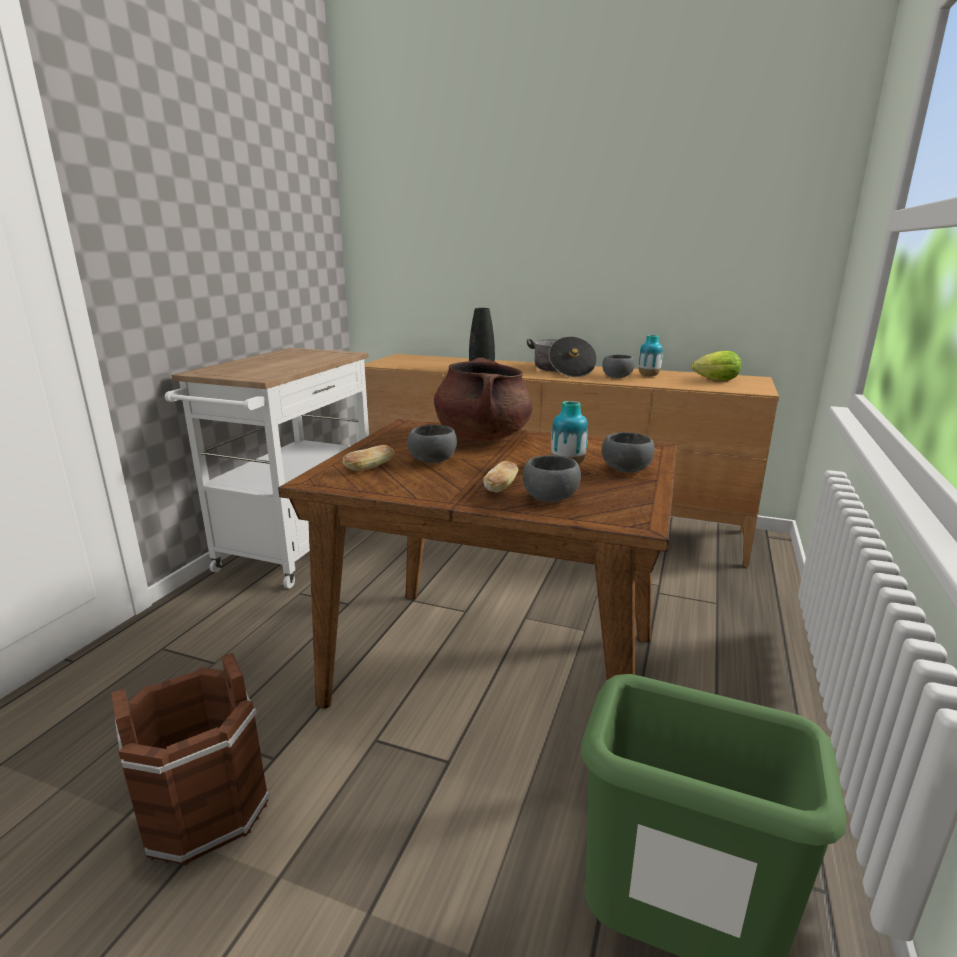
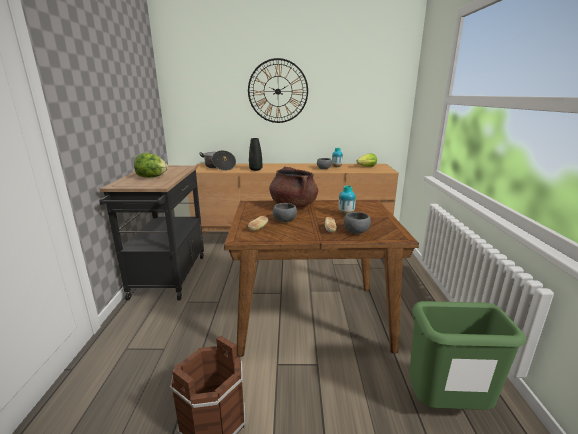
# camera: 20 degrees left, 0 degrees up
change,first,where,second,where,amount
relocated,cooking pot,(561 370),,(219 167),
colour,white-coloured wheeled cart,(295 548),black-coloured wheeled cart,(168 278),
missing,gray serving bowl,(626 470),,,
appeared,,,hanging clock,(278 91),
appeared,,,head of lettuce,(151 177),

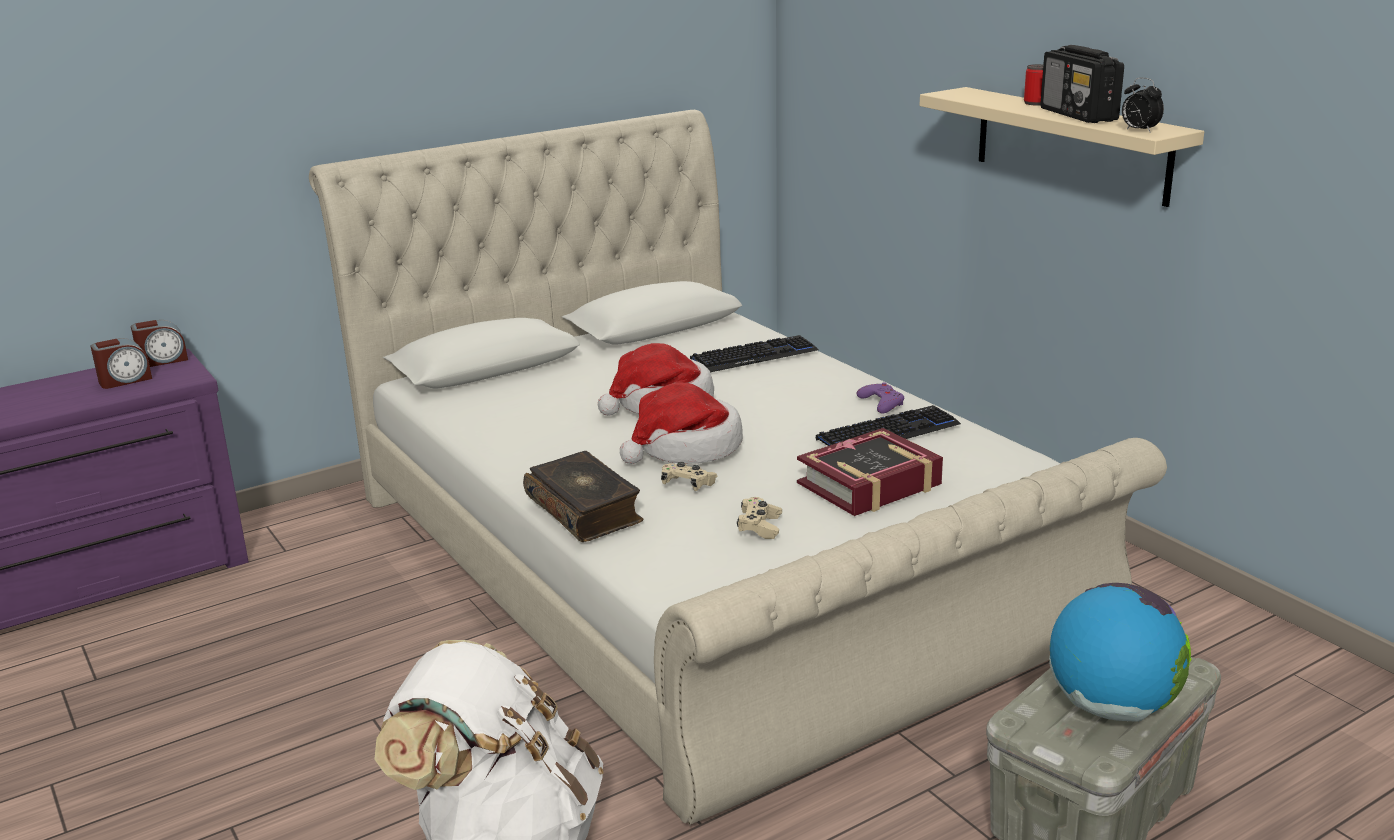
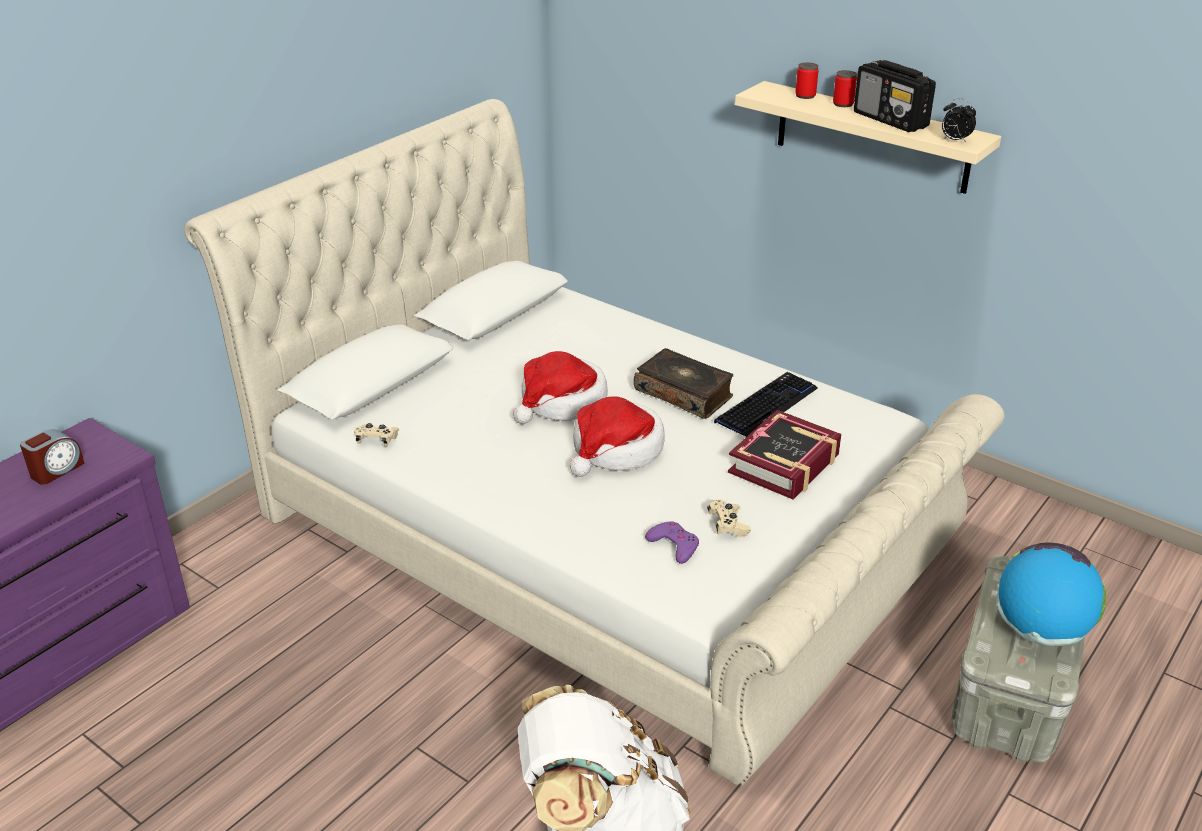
# camera: 20 degrees left, 10 degrees up
change,first,where,second,where,amount
missing,bedside clock,(163 360),,,
missing,PC keyboard,(754 356),,,
relocated,purple-coloured joypad,(881 403),,(674 545),
relocated,bound book,(585 510),,(684 393),
relocated,sand-coloured joypad,(688 485),,(376 440),
appeared,,,sealed can,(805 95),

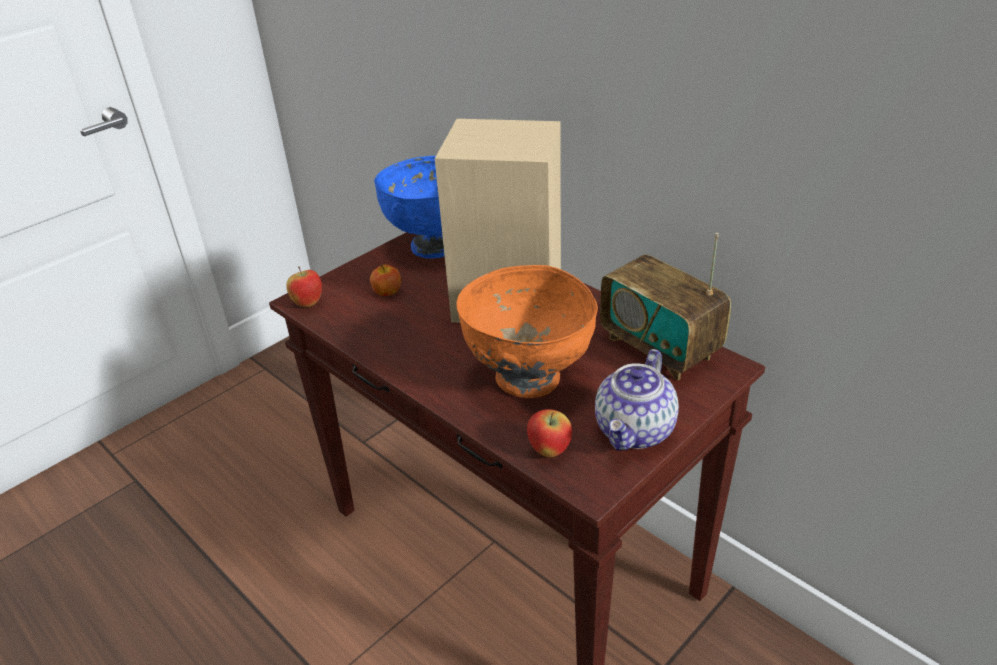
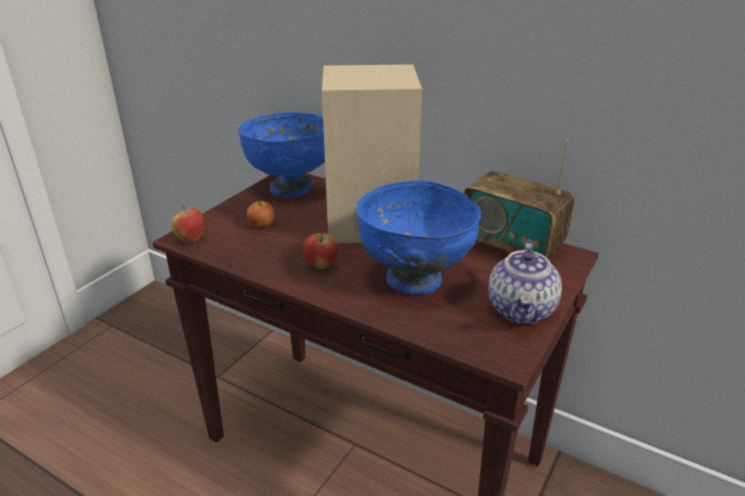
# camera: 15 degrees left, 5 degrees down
change,first,where,second,where,amount
colour,orangey serving bowl,(528 379),blue-coloured serving bowl,(414 280),
relocated,apple,(549 450),,(321 266),

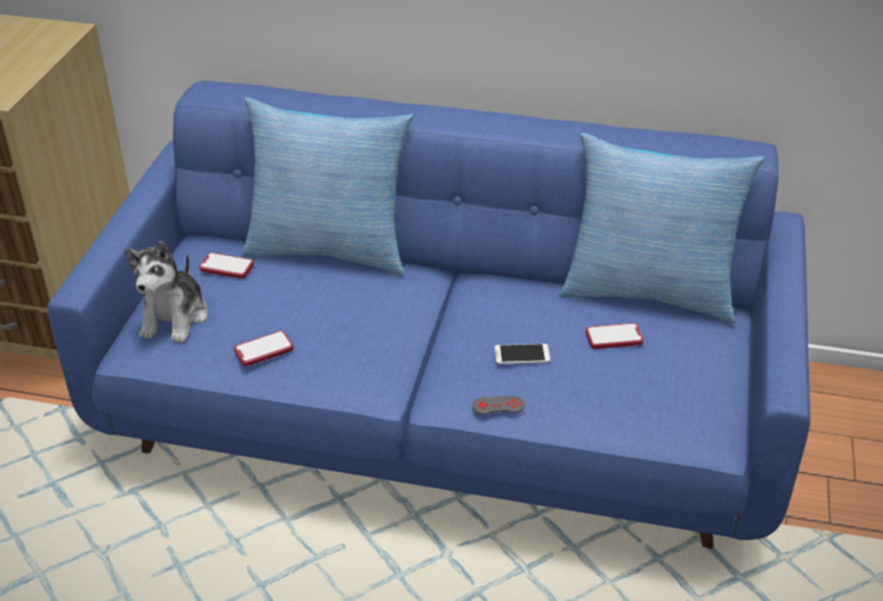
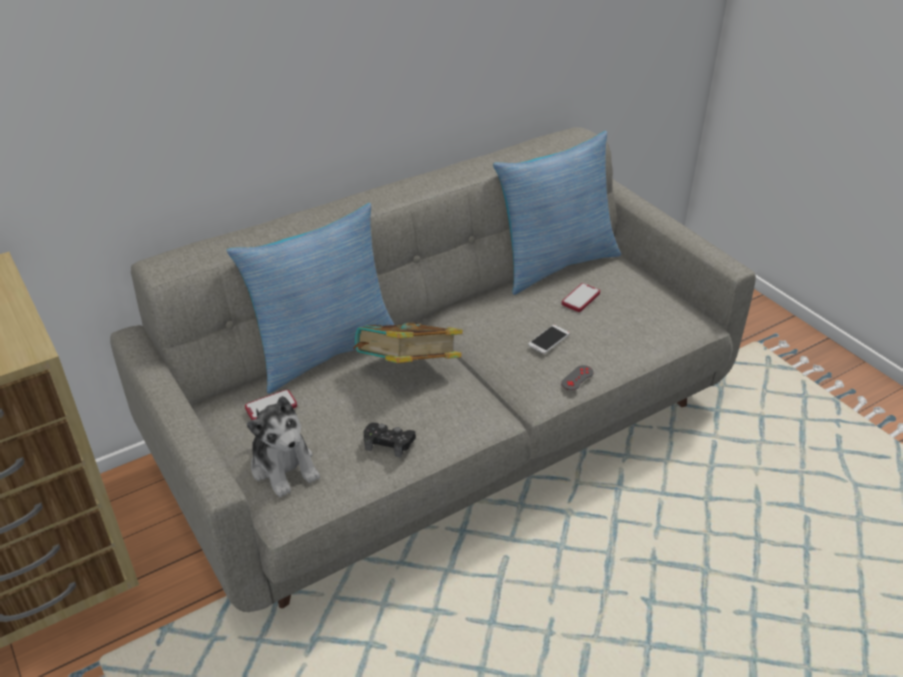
# camera: 45 degrees left, 0 degrees up
change,first,where,second,where,amount
colour,blue-coloured settee,(442 413),gray settee,(450 433),
exchanged,phone,(264 350),black-coloured joypad,(389 443),
appeared,,,bound book,(408 370),

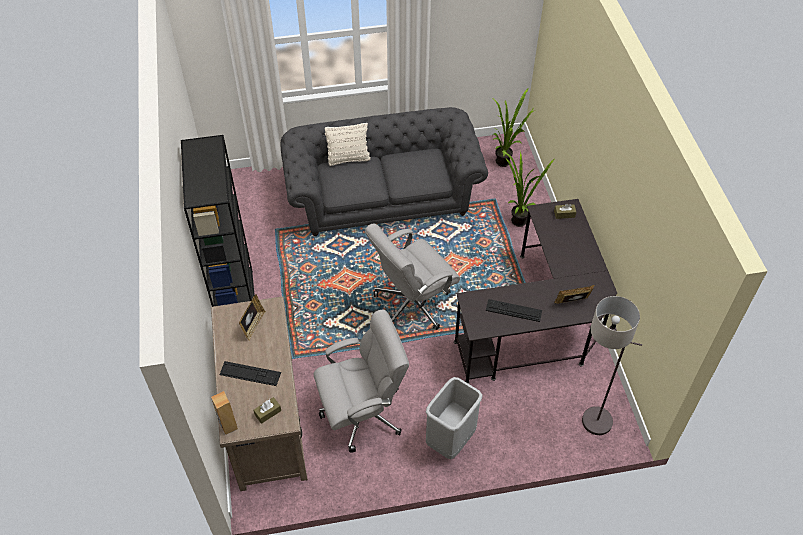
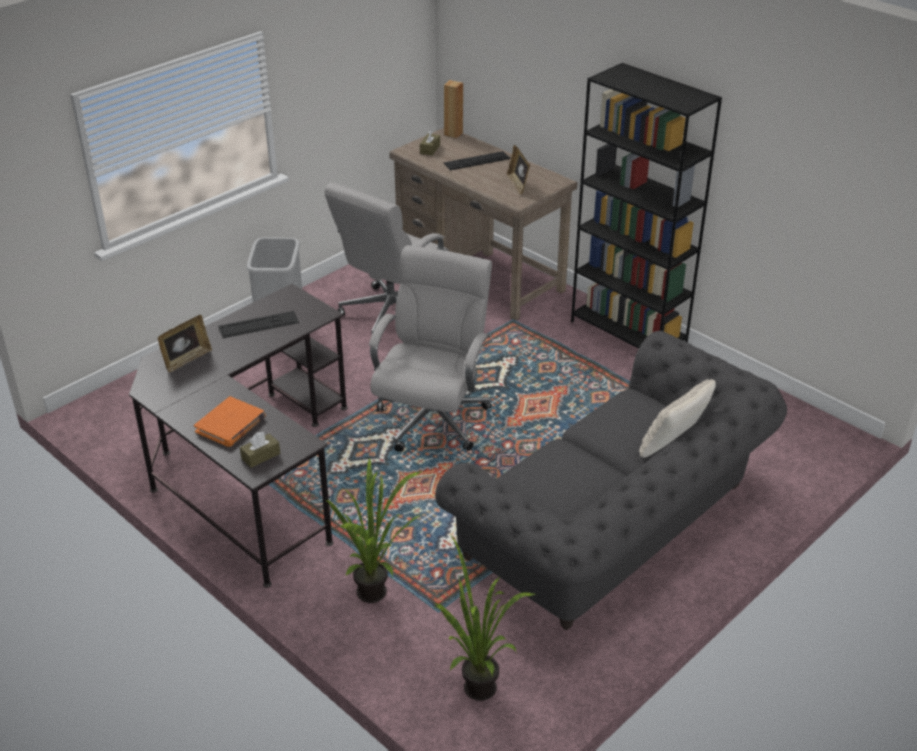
# camera: 145 degrees right, 15 degrees down
change,first,where,second,where,amount
missing,gray floor lamp,(587 419),,,
appeared,,,orangey bound book,(230 425),

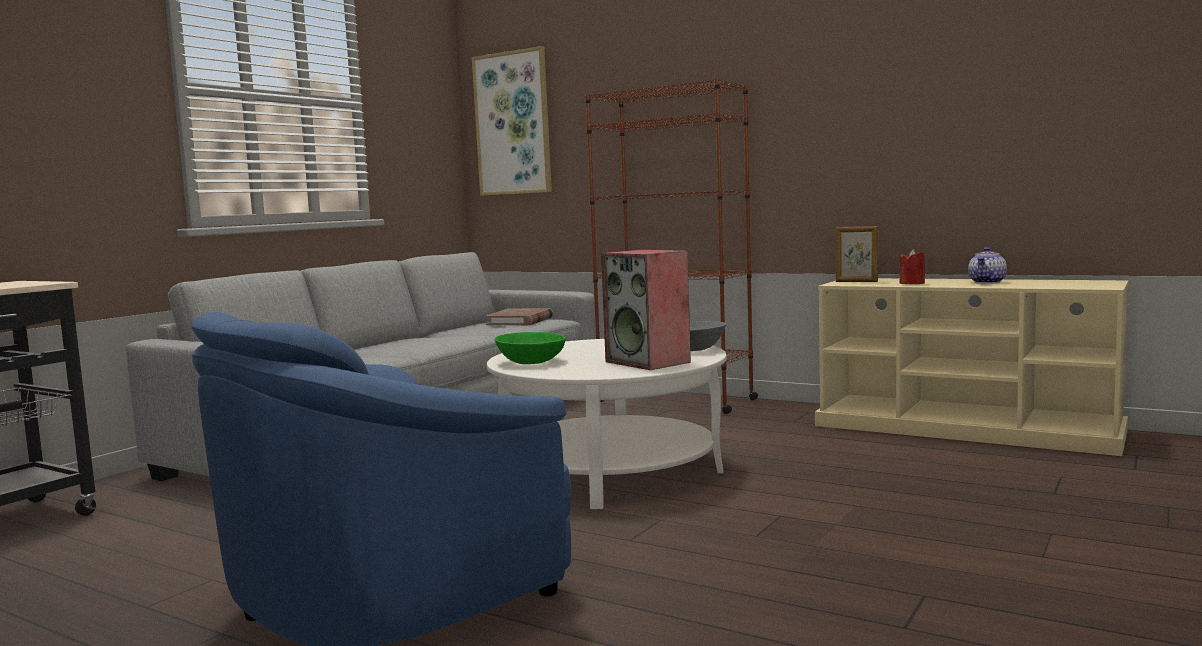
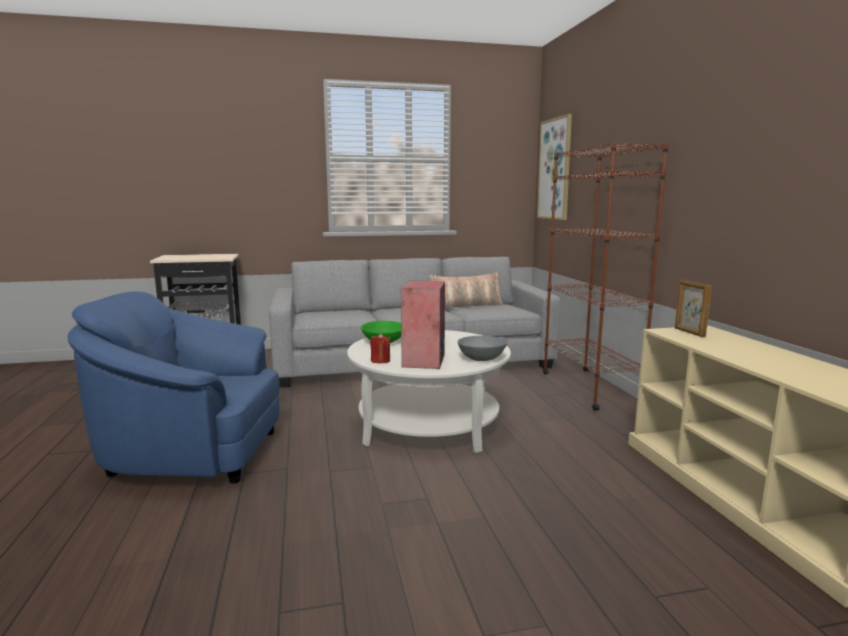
# camera: 45 degrees right, 5 degrees up
change,first,where,second,where,amount
missing,teapot,(988 282),,,
relocated,red wax candle,(912 283),,(380 360),
missing,brown-coloured bound book,(520 321),,,
appeared,,,pillow,(465 306),

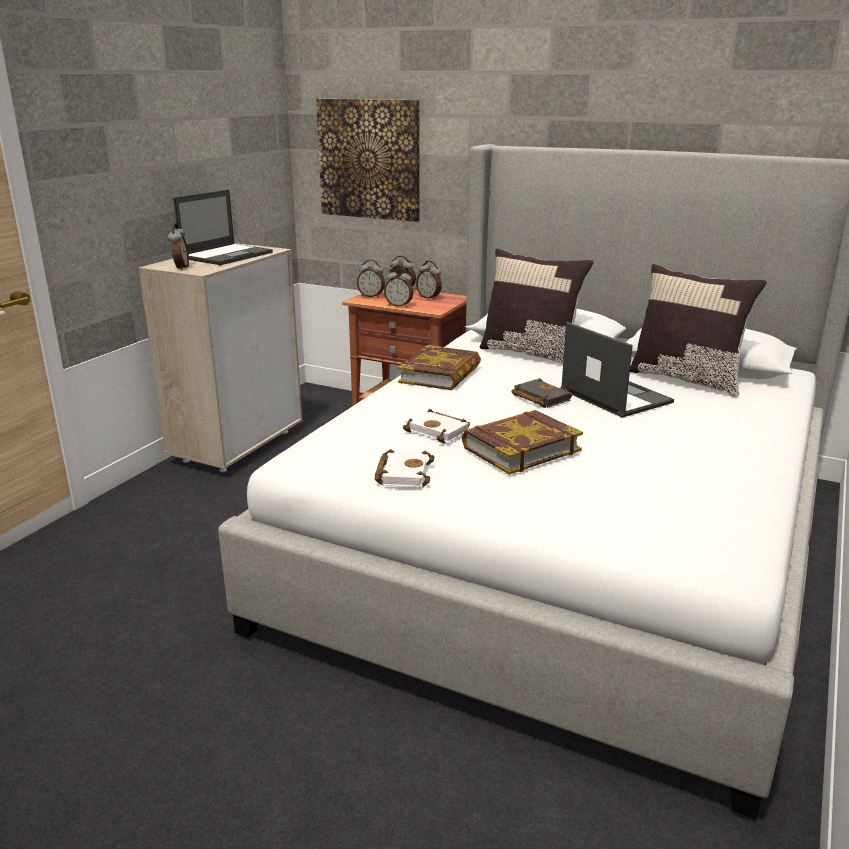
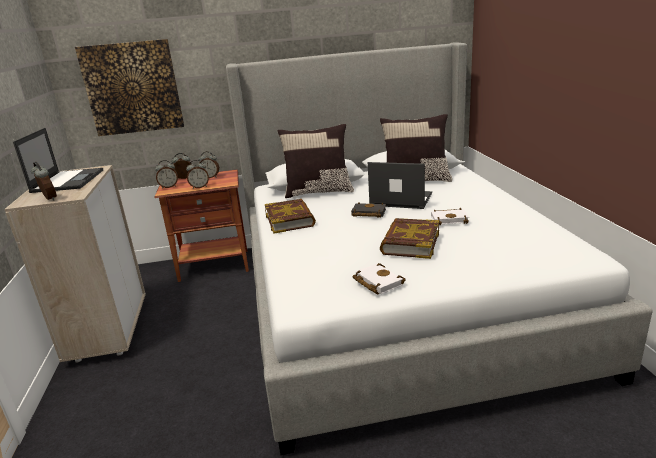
# camera: 35 degrees left, 0 degrees up
change,first,where,second,where,amount
relocated,white-coloured bound book,(439 431),,(450 219),

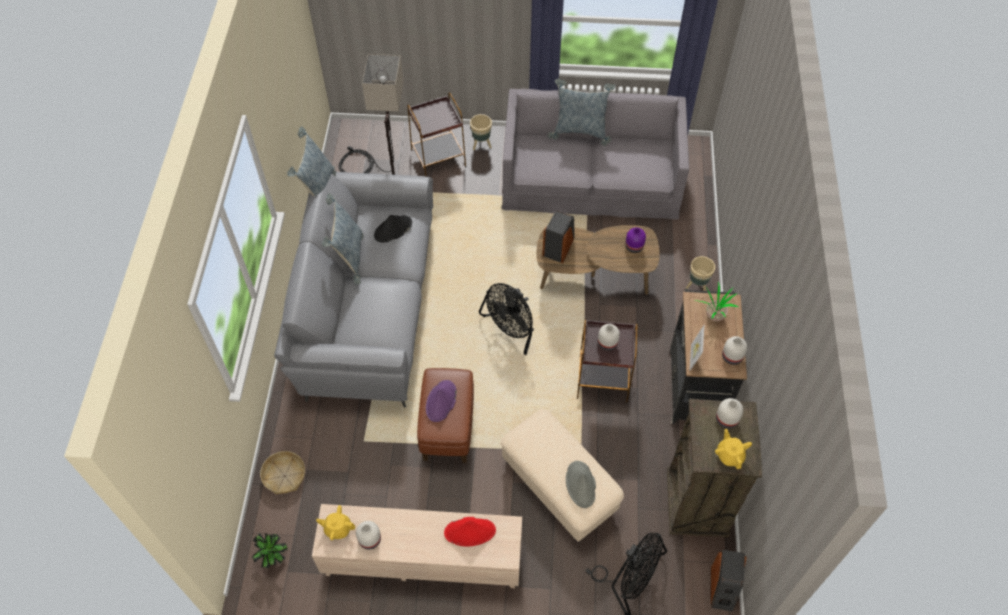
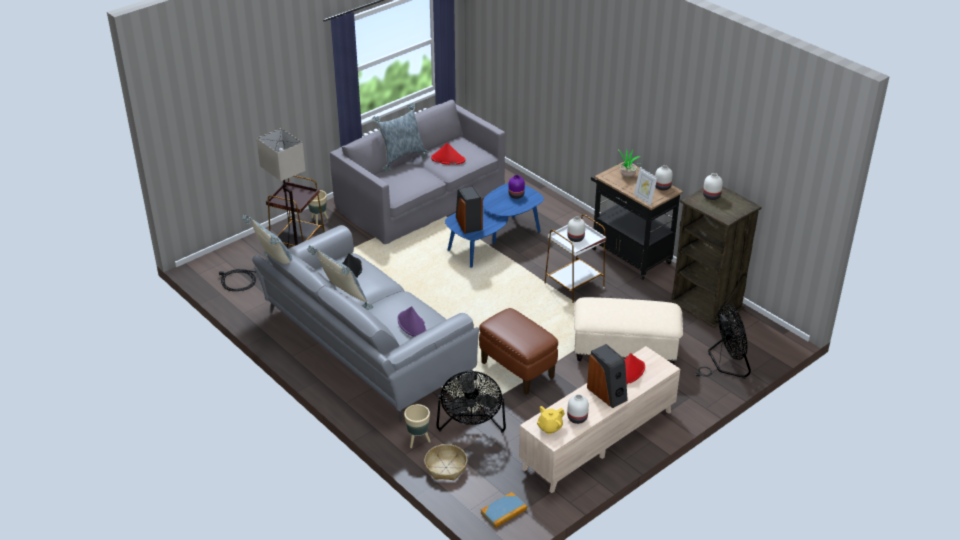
# camera: 45 degrees left, 20 degrees down
change,first,where,second,where,amount
colour,brown-coloured low table,(594 274),blue-coloured low table,(494 241),
relocated,sand-coloured planter,(696 286),,(417 441),
relocated,black-coloured cooling fan,(512 326),,(469 422),
colour,brown-coloured side table,(603 380),white-coloured side table,(574 286),
relocated,purple-coloured wearable hat,(441 401),,(412 324),
missing,yellow teapot,(729 455),,,
missing,gray wearable hat,(581 485),,,
exchanged,houseplant,(273 558),bound book,(503 511),
relocated,speaker,(722 588),,(607 393),
appeared,,,red wearable hat,(448 159),

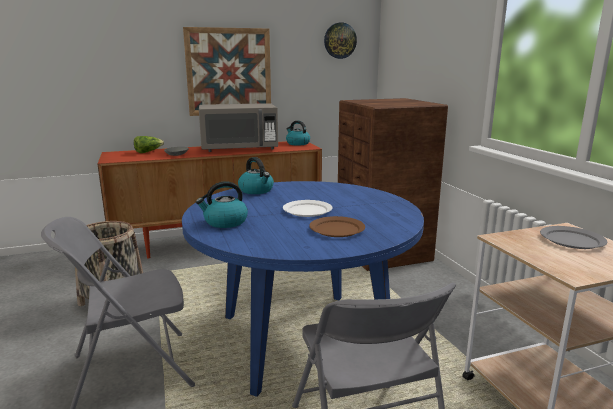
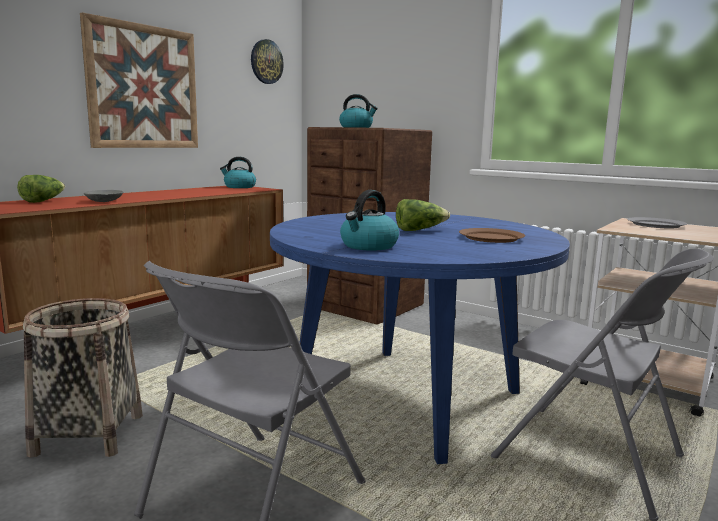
# camera: 35 degrees left, 5 degrees down
change,first,where,second,where,amount
missing,gray kitchen microwave,(239 149),,,
relocated,tea kettle,(256 190),,(356 127),
exchanged,white-coloured flat dish,(307 210),head of lettuce,(419 230),

